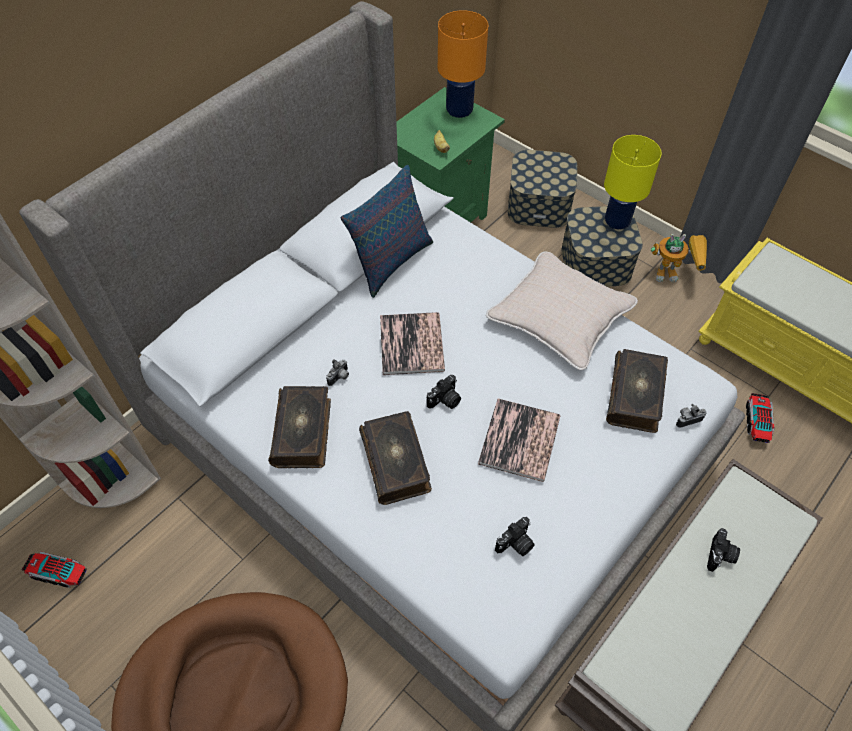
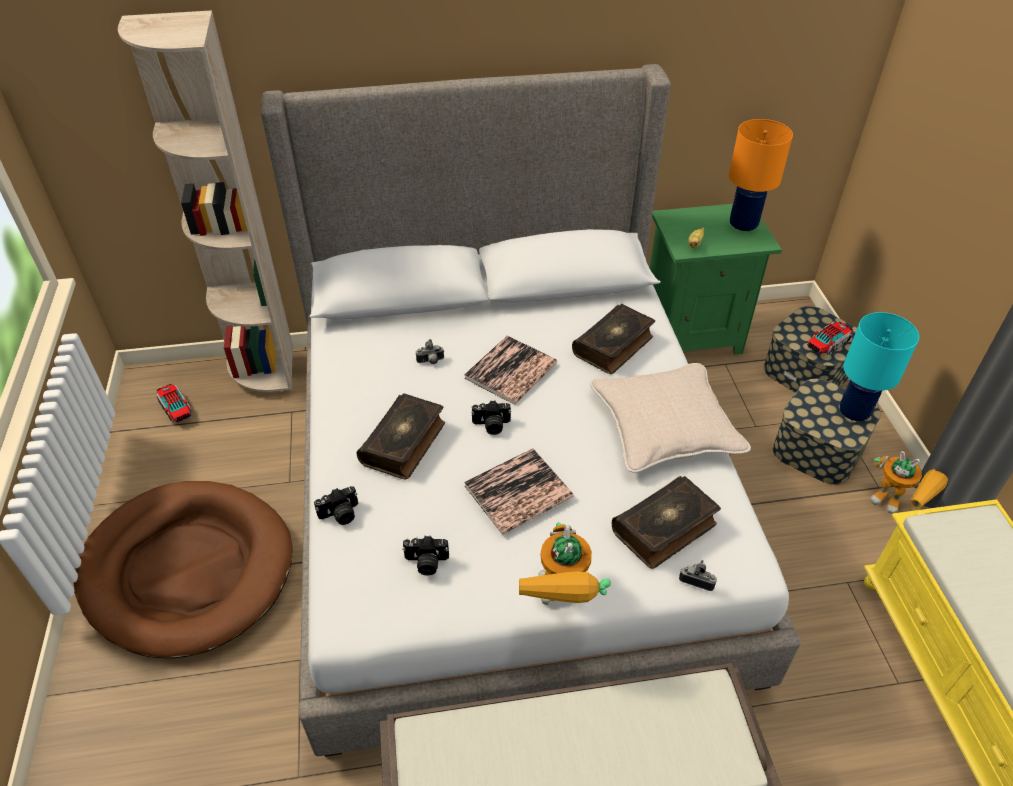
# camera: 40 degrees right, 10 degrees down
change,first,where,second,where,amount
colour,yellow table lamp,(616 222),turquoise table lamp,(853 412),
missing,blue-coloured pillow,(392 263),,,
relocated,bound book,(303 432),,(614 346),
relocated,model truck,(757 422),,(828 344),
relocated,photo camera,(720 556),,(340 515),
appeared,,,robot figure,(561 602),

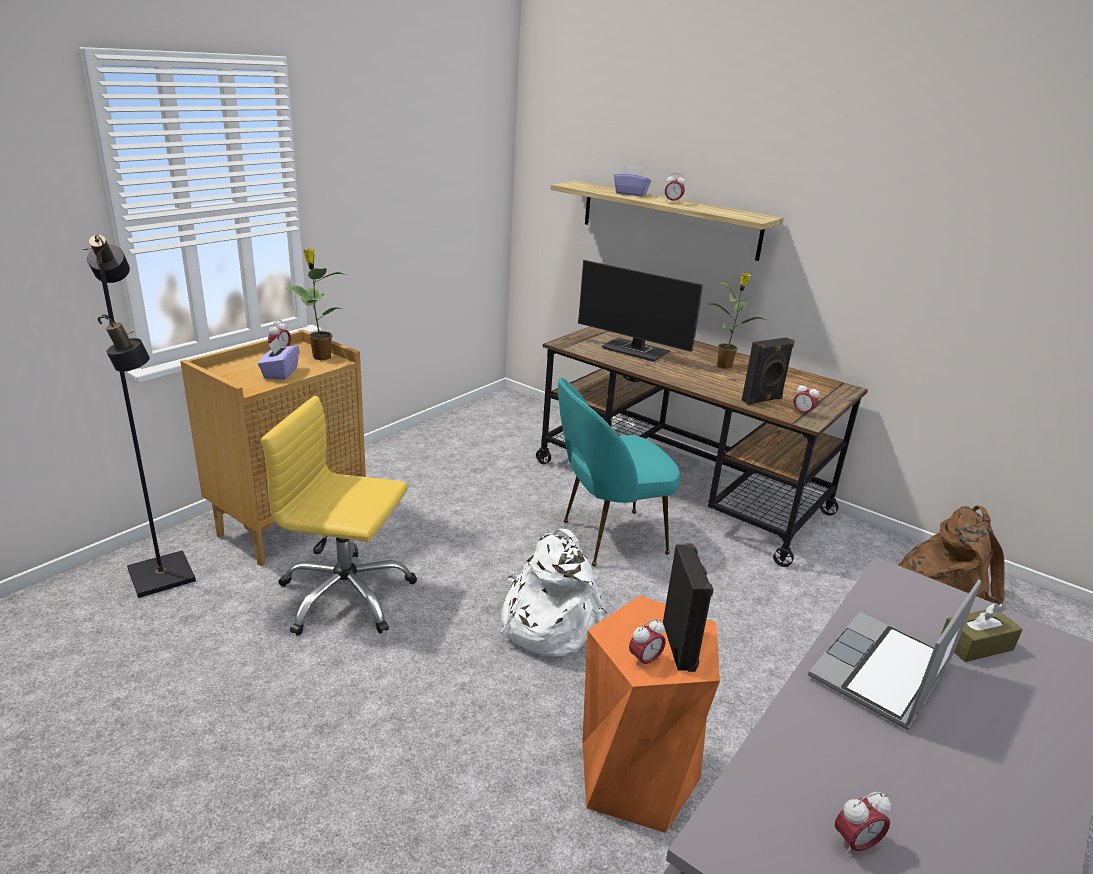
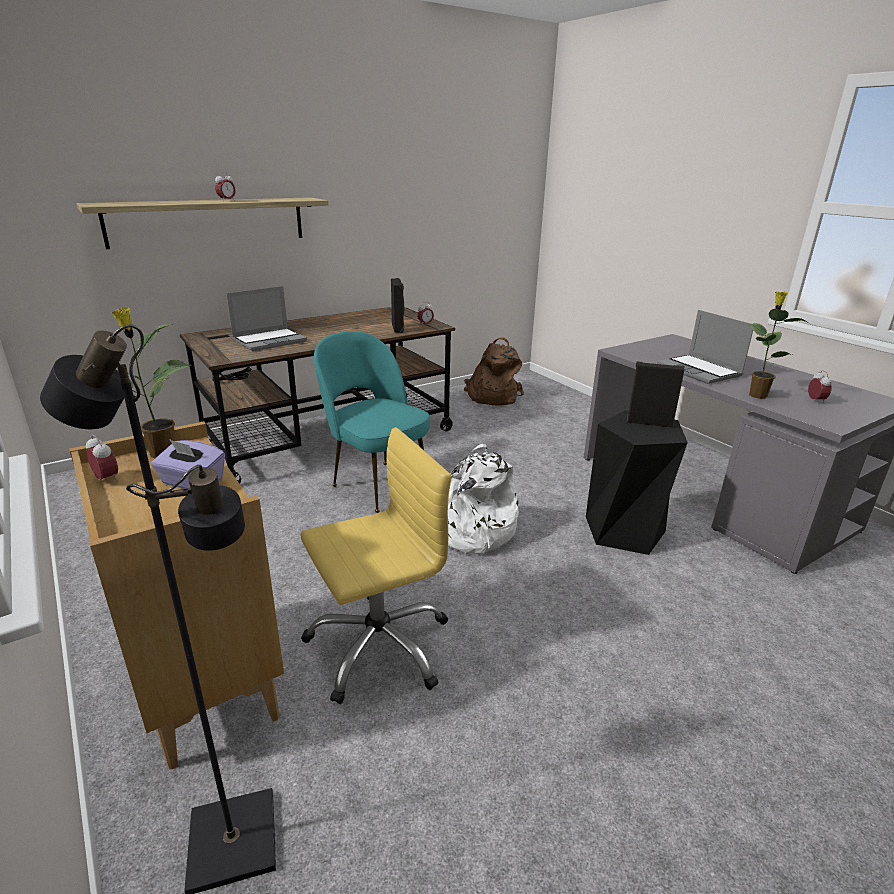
# camera: 70 degrees left, 0 degrees up
change,first,where,second,where,amount
missing,purple-coloured tissue box,(631 194),,,
exchanged,monitor,(637 350),portable computer,(270 340),
relocated,houseplant,(725 365),,(757 395),
spun,turquoise plain chair,(605 539),,(376 483),135 degrees clockwise
spun,yellow computer chair,(345 596),,(378 645),150 degrees counterclockwise
colour,orangey stool,(636 777),black-coloured stool,(624 530),
missing,brown-coloured tissue box,(976 645),,,
missing,bedside clock,(644 661),,,

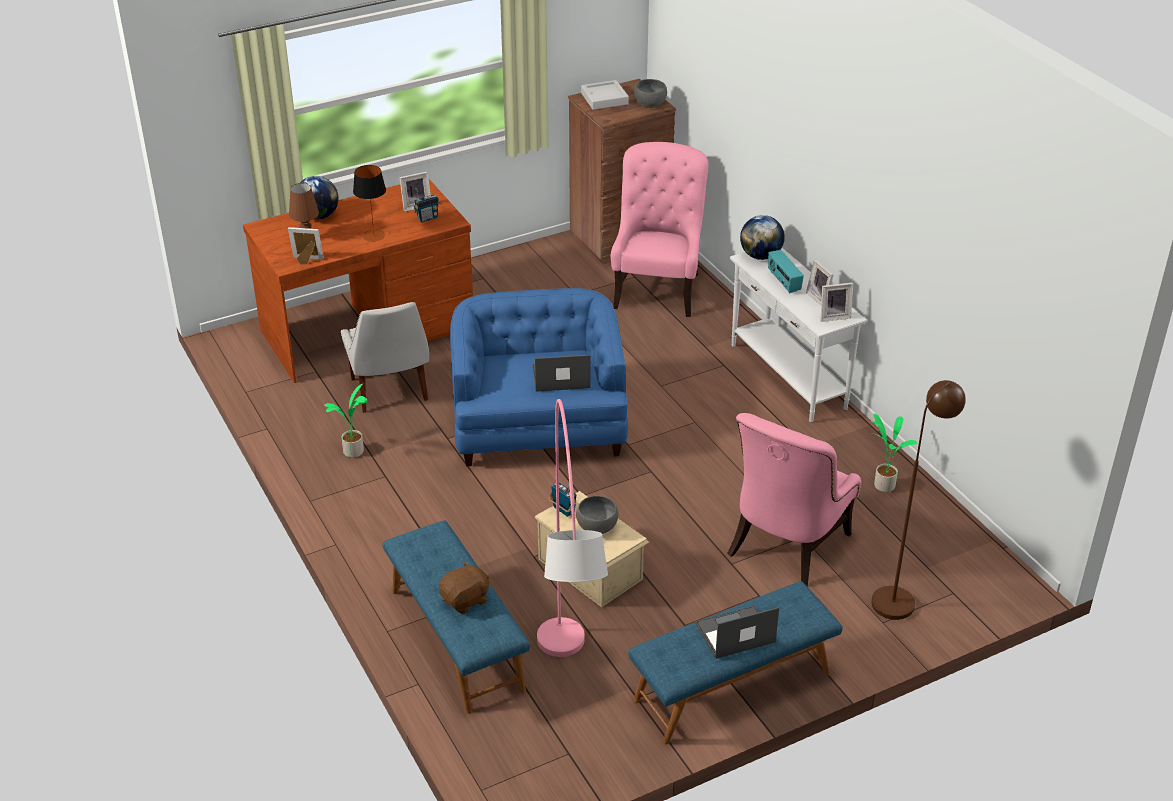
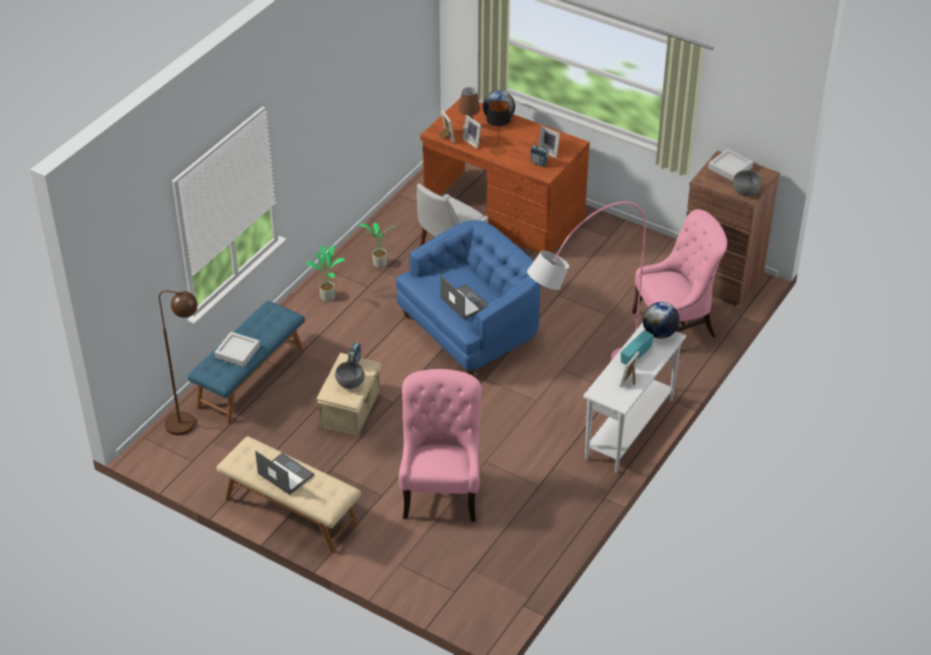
# camera: 60 degrees right, 5 degrees up
change,first,where,second,where,amount
relocated,standing frame,(834 316),,(473 142),
relocated,brown-coloured floor lamp,(900 597),,(189 426),
relocated,pink-coloured floor lamp,(569 708),,(580 385),
spun,pink-coloured plain chair,(787 545),,(441 491),90 degrees clockwise
relocated,houseplant,(883 485),,(328 296),
exchanged,brown-coloured plush toy,(465 600),gray tray,(237 352),
colour,blue-coloured bench,(732 687),sand-coloured bench,(290 512),

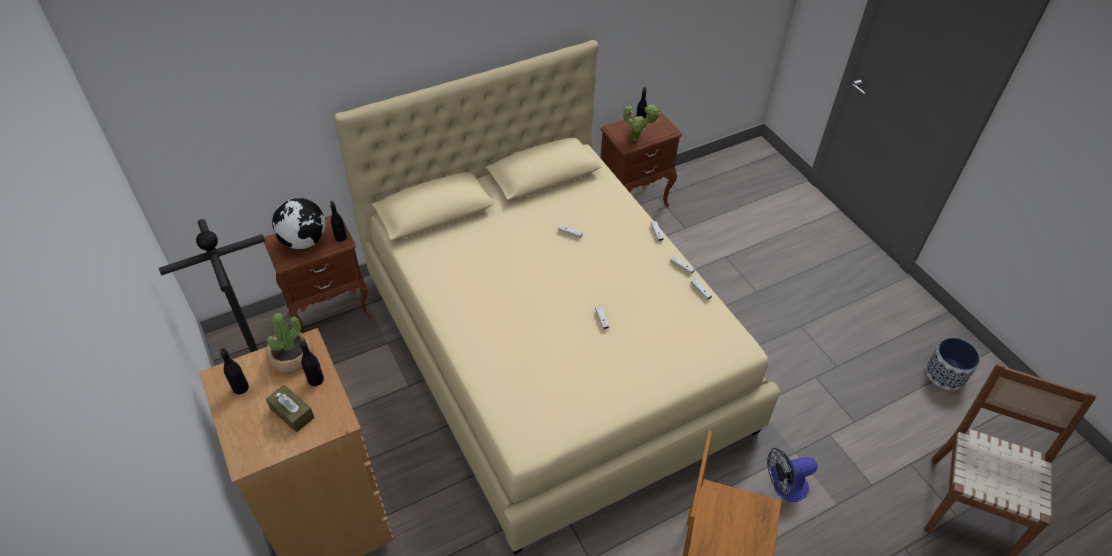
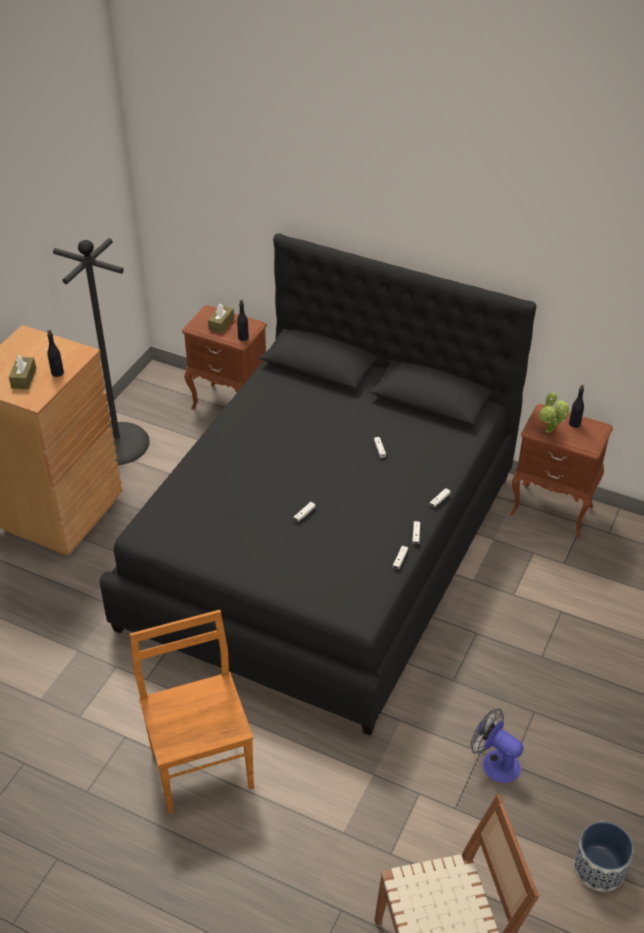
# camera: 55 degrees right, 5 degrees down
change,first,where,second,where,amount
colour,sand-coloured sleeping bed,(553 350),black-coloured sleeping bed,(322 550),
exchanged,world globe,(304 241),brown-coloured tissue box,(221 324),
missing,houseplant,(291 357),,,
missing,black-coloured drink bottle,(240 388),,,
relocated,cooling fan,(784 487),,(495 762),

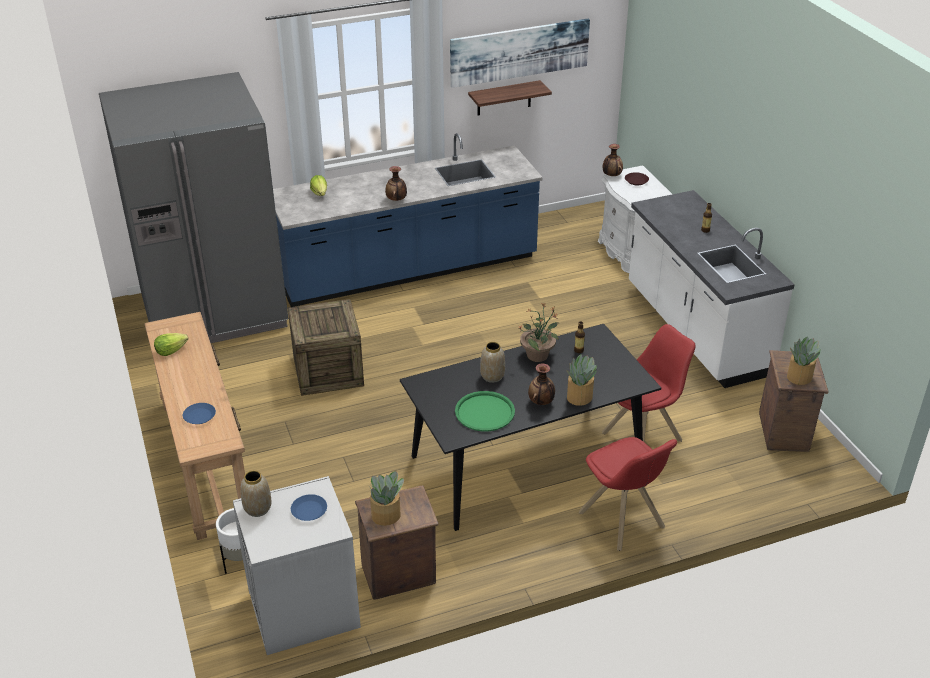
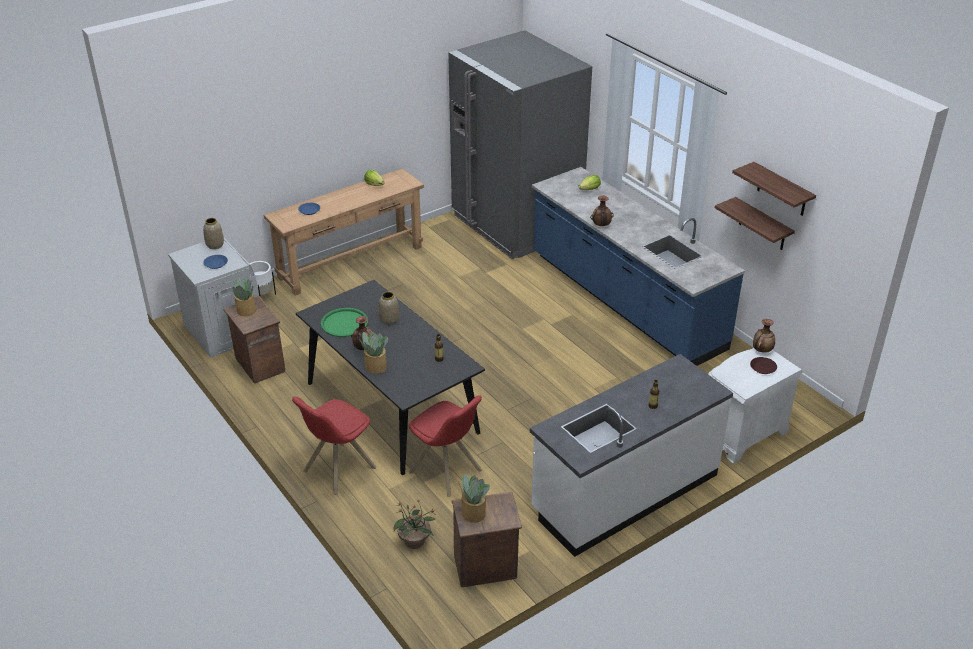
# camera: 75 degrees right, 0 degrees up
change,first,where,second,where,amount
exchanged,picture,(519 52),wall shelf,(782 190),
missing,shipping crate,(328 371),,,
relocated,houseplant,(538 355),,(415 542),

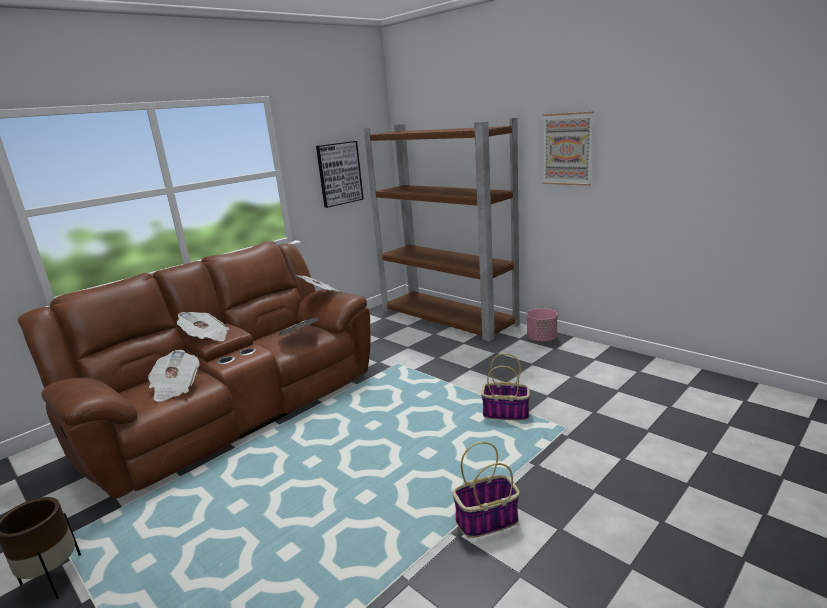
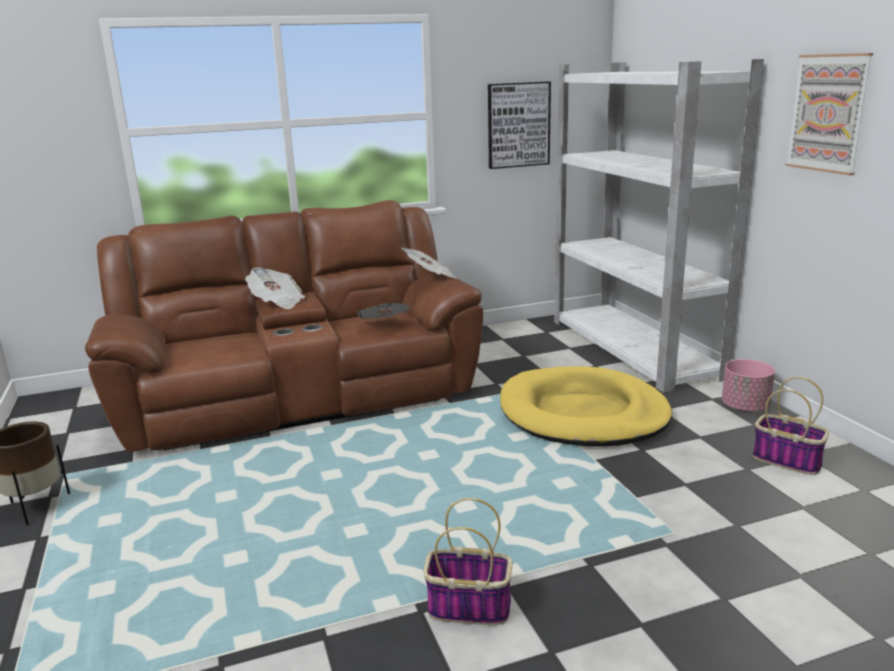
# camera: 25 degrees right, 0 degrees up
change,first,where,second,where,amount
colour,brown-coloured shelving unit,(447 317),white-coloured shelving unit,(632 348),
missing,printed paper,(175 388),,,
relocated,storage basket,(506 413),,(788 460),
appeared,,,yellow dog bed,(583 414),

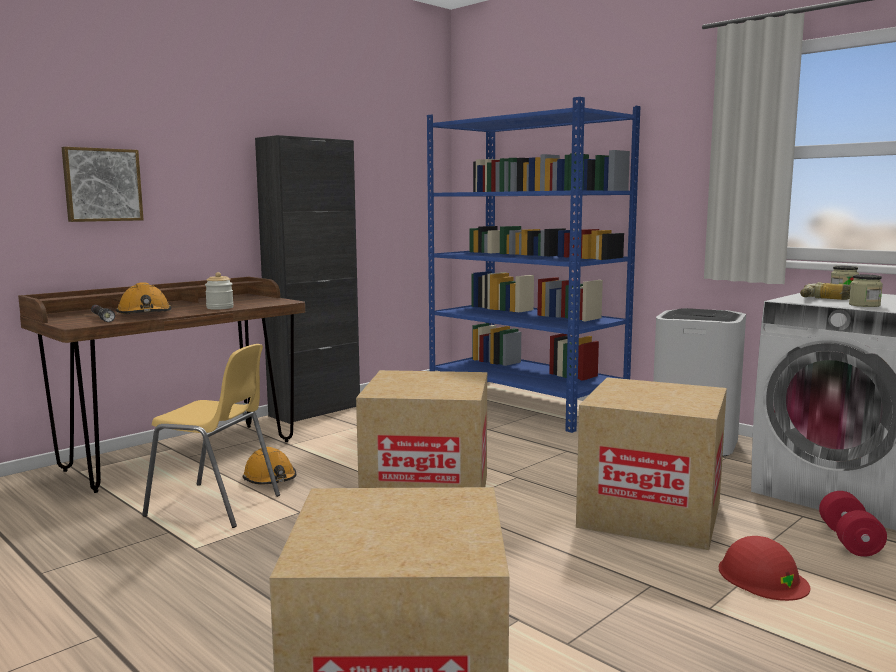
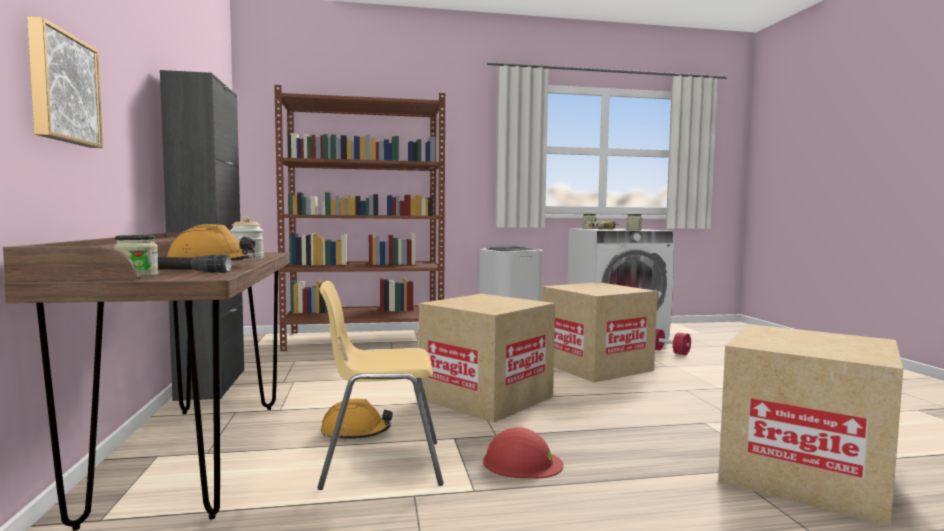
# camera: 55 degrees left, 5 degrees down
change,first,where,second,where,amount
colour,blue-coloured shelving unit,(525 404),brown-coloured shelving unit,(364 339),
spun,yellow plain chair,(215 505),,(381 465),150 degrees counterclockwise
relocated,red safety helmet,(762 577),,(522 462),
appeared,,,preserve jar,(137 276),

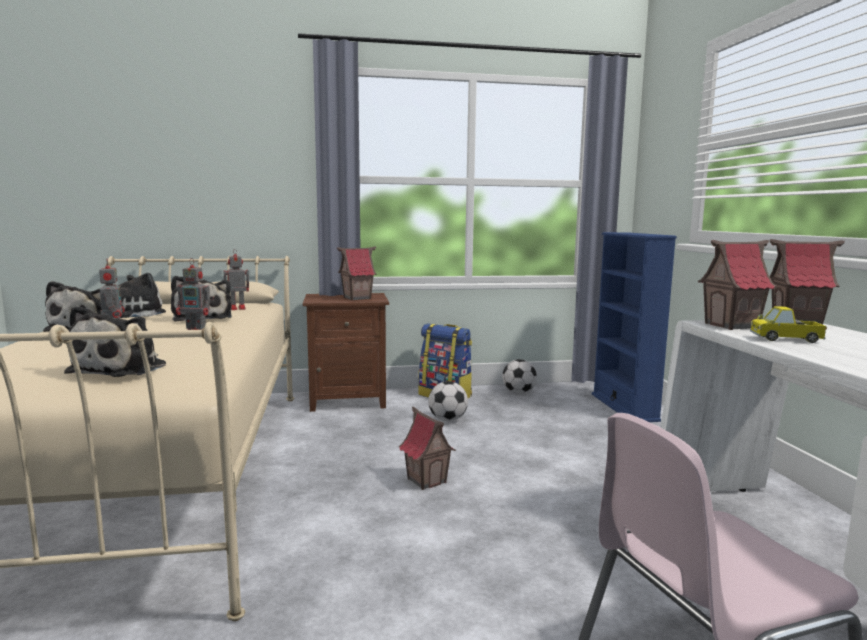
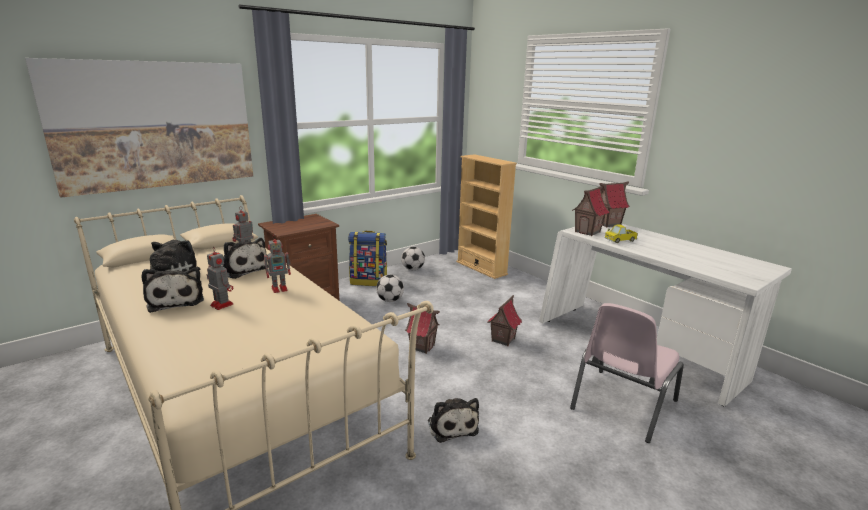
# camera: 30 degrees left, 10 degrees up
change,first,where,second,where,amount
colour,blue-coloured shelving unit,(624 407),sand-coloured shelving unit,(481 268),
relocated,miniature house,(357 298),,(502 340),
relocated,plush toy,(123 368),,(452 425),
appeared,,,picture,(155 125),

